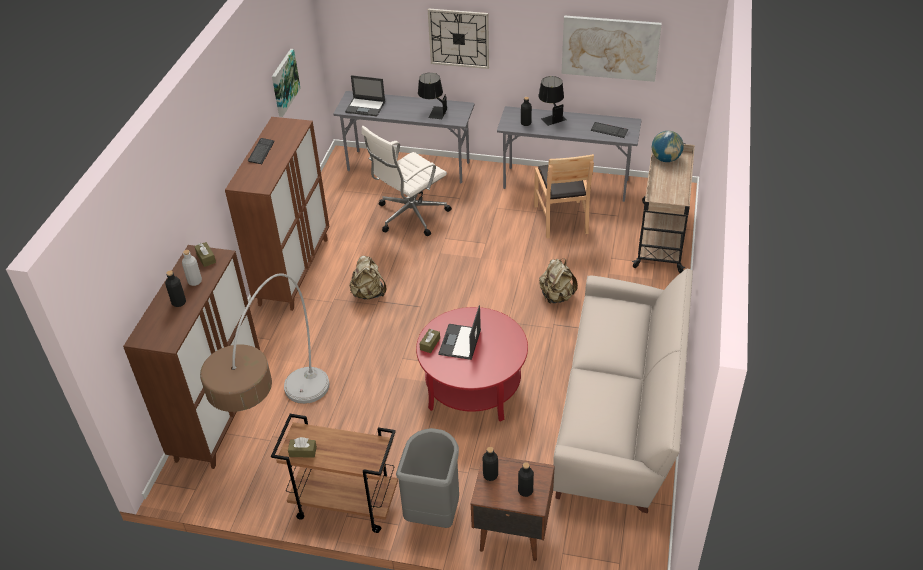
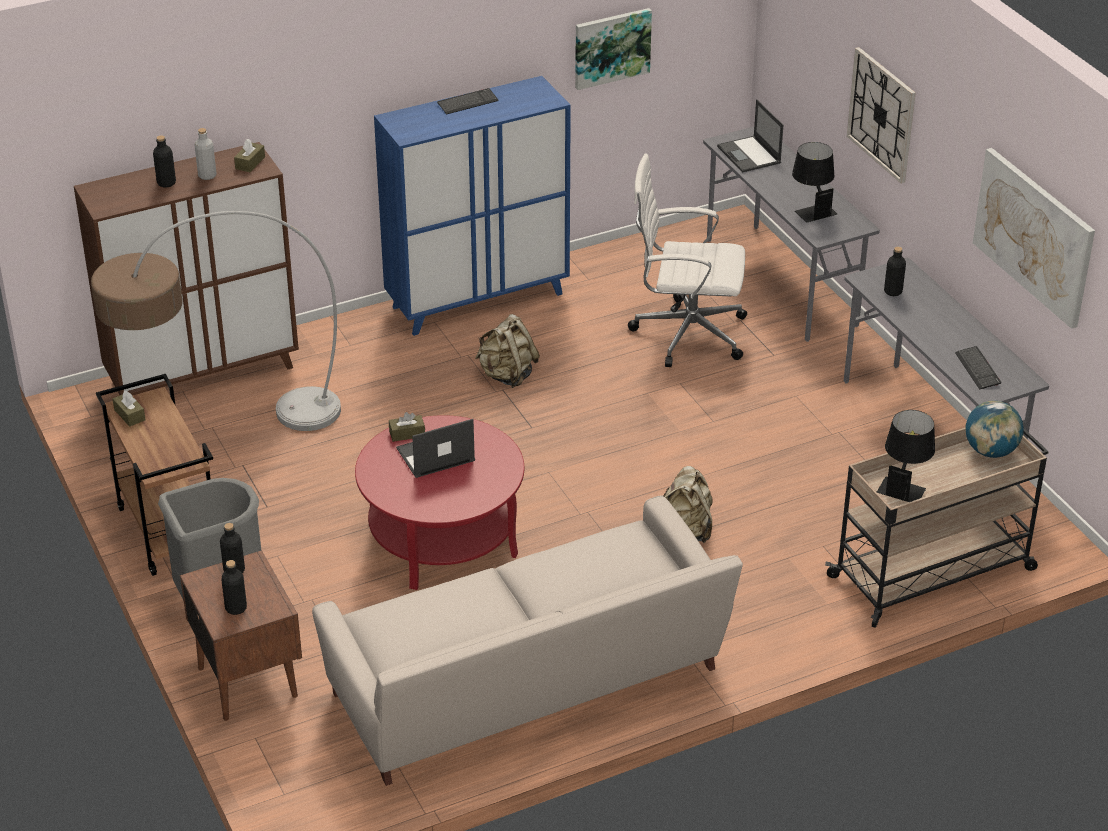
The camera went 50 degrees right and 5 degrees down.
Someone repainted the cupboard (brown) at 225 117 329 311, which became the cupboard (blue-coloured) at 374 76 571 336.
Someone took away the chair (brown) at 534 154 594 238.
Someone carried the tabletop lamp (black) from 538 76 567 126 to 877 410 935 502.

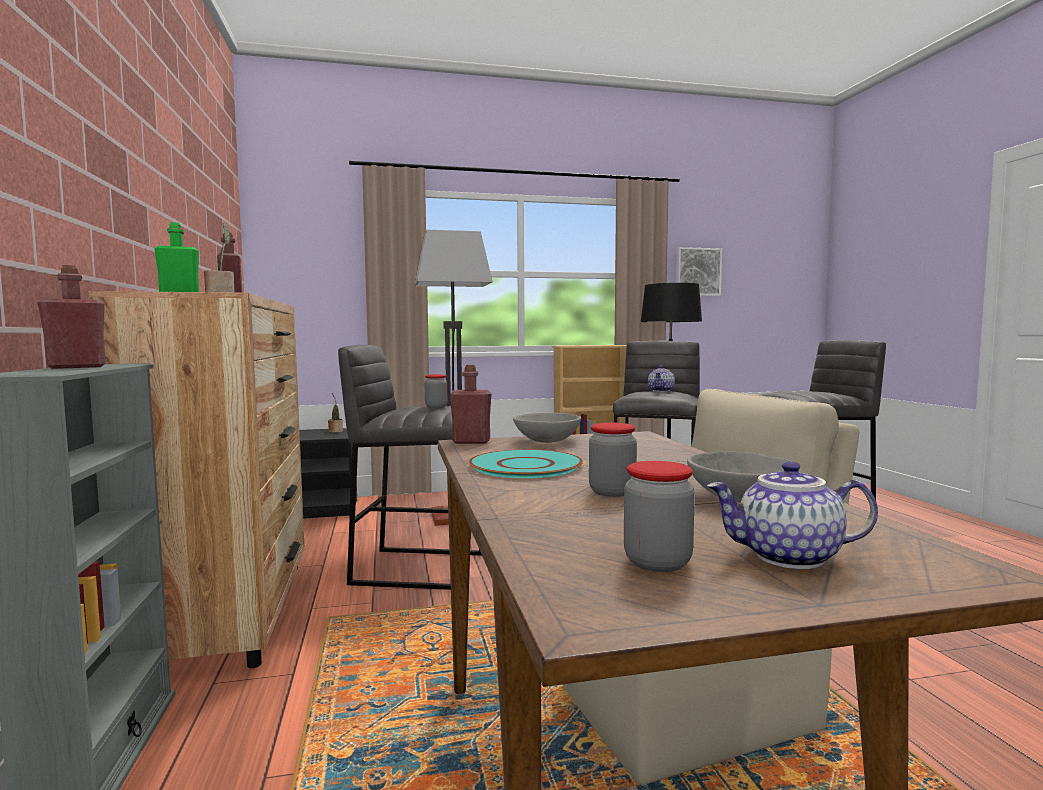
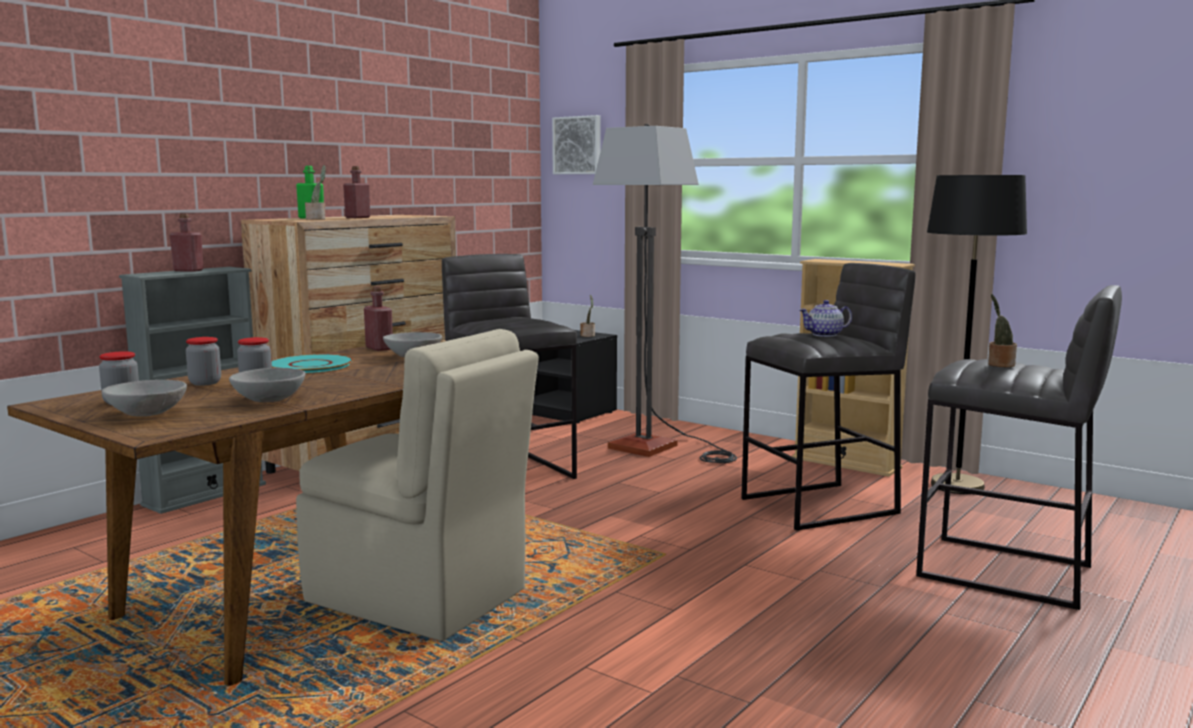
The camera went 50 degrees right and 5 degrees up.
Someone carried the jar from 425 374 447 408 to 186 337 221 386.
Someone carried the picture from 676 247 722 296 to 552 115 601 174.
Someone swapped the teapot at 706 461 878 569 for the bowl (greyish) at 102 380 187 417.
Someone put down the houseplant at 988 294 1017 367.

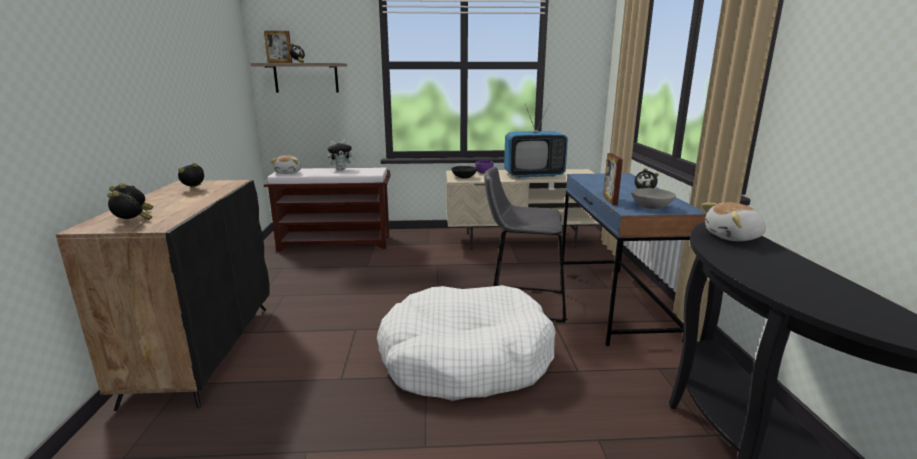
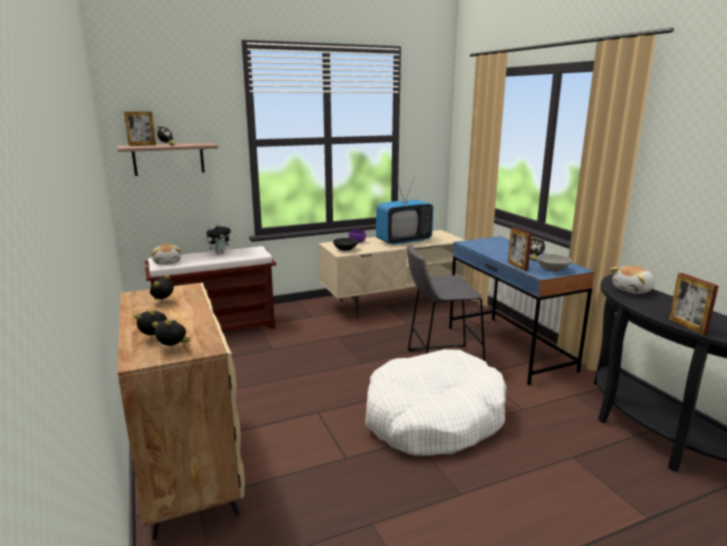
The camera went 20 degrees left and 0 degrees up.
Someone repainted the cupboard (black) at 56 180 269 411, which became the cupboard (beige-coloured) at 118 283 245 540.
Someone put down the standing frame at 669 273 719 335.

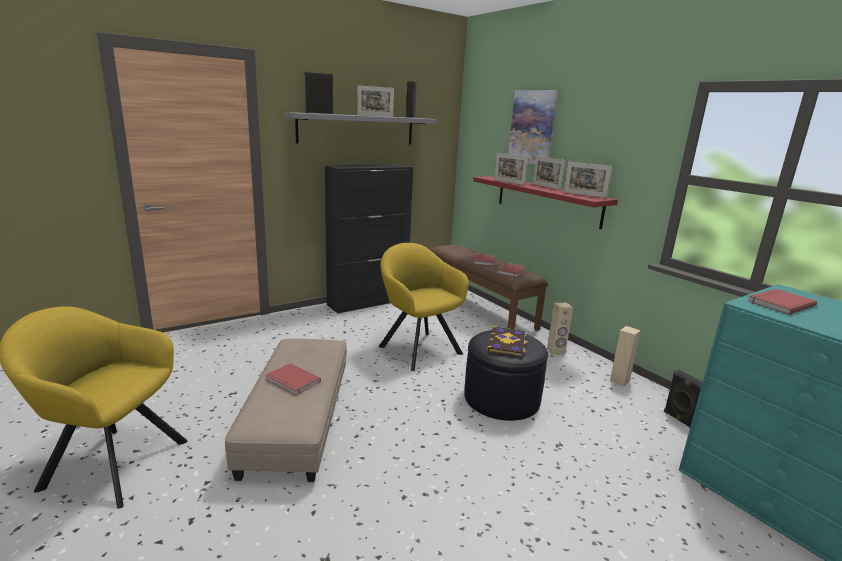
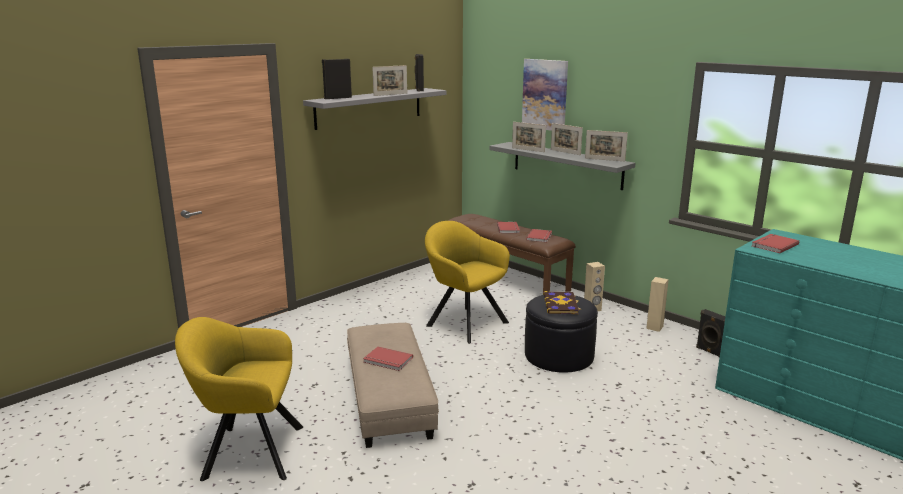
The camera went 10 degrees left and 0 degrees up.
Someone took away the cupboard (black) at 325 164 413 314.
Someone repainted the shelf (reddish) at 473 176 618 229, which became the shelf (greyish) at 489 142 635 190.

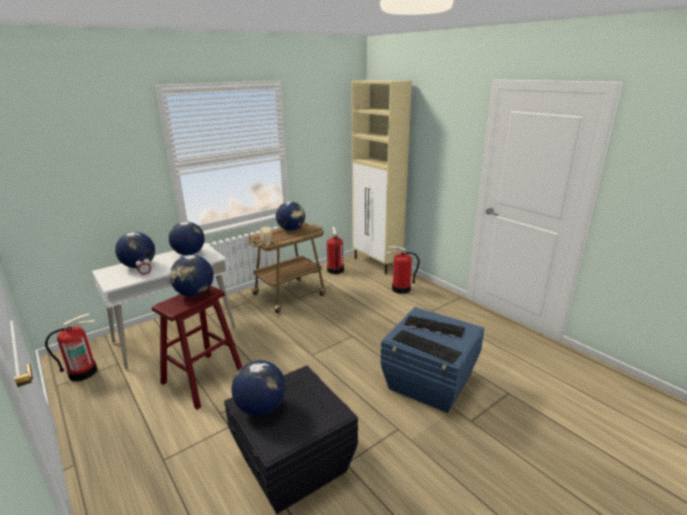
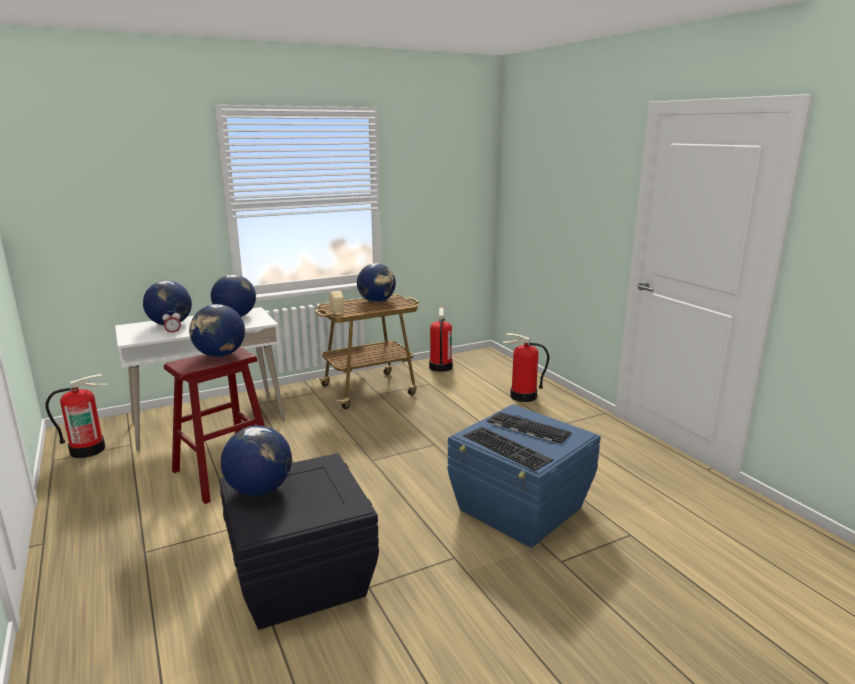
The camera went 10 degrees right and 5 degrees down.
Someone took away the cupboard (beige-coloured) at 351 80 412 274.

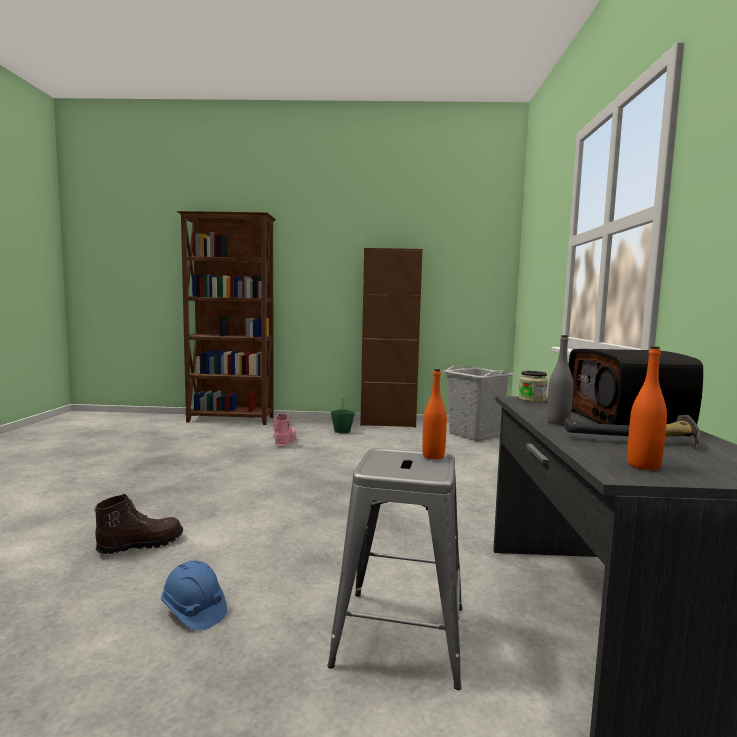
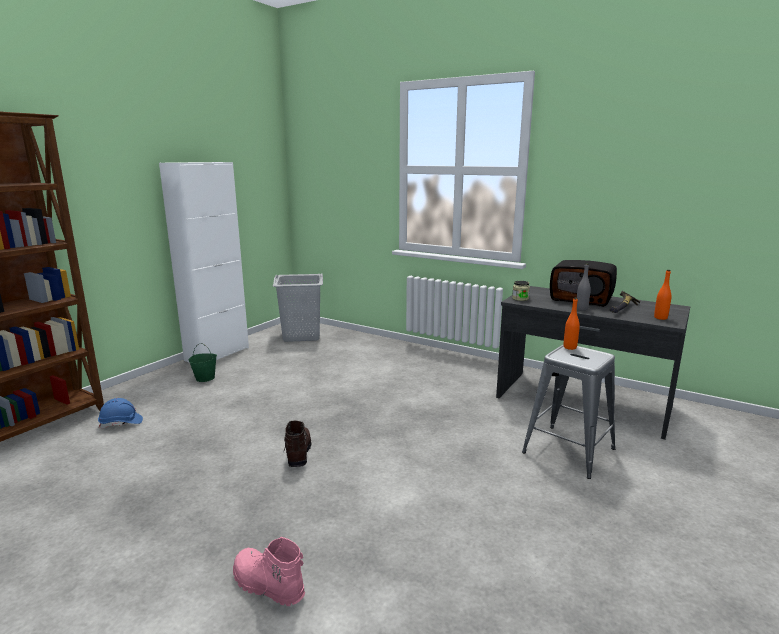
The camera went 60 degrees left and 10 degrees up.
Someone carried the boot (brown) from 94 494 183 554 to 283 421 311 467.
Someone carried the safety helmet (blue-coloured) from 161 561 227 631 to 98 398 143 428.
Someone carried the boot (pinkish) from 273 414 296 445 to 233 537 305 606.
Someone repainted the cupboard (brown) at 360 248 422 428, which became the cupboard (white-coloured) at 159 162 249 363.

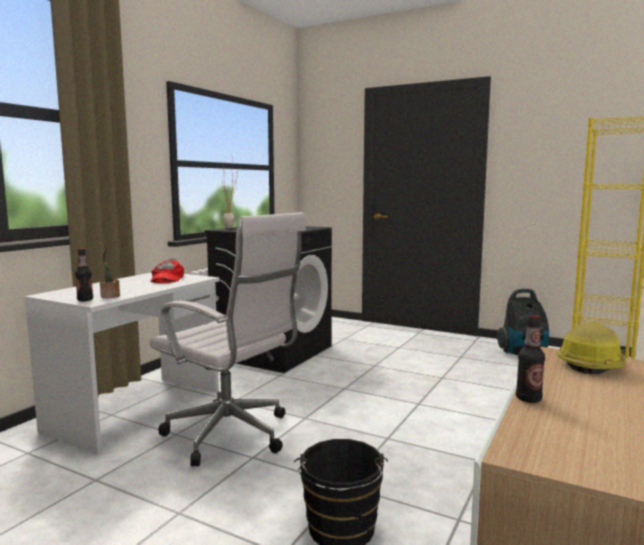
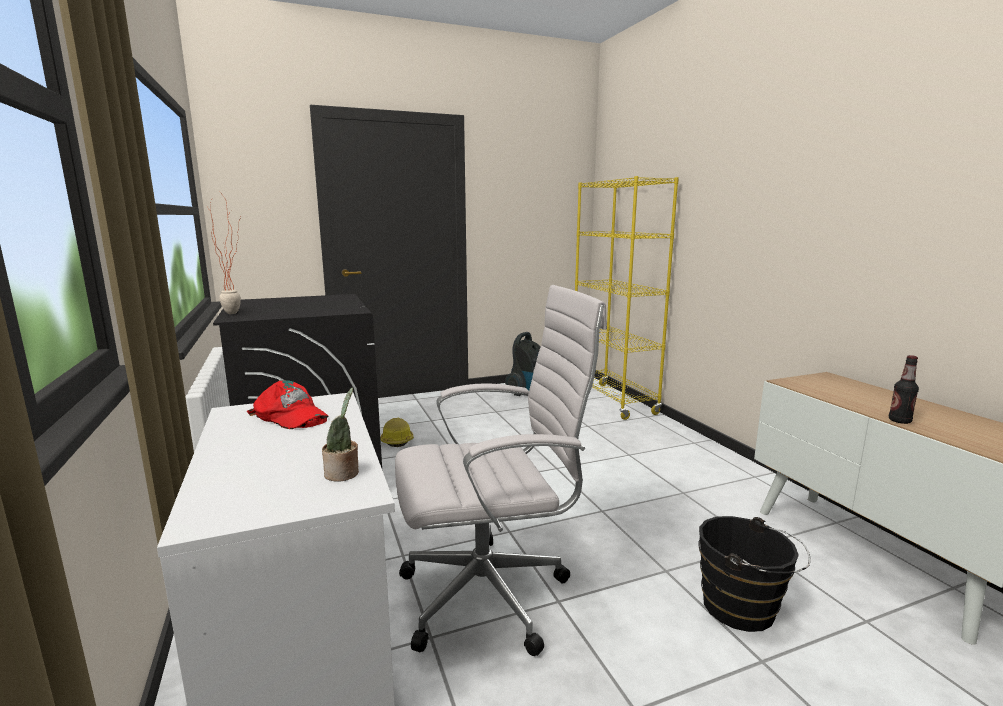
The camera went 50 degrees left and 5 degrees up.
Someone took away the beverage bottle at 75 248 93 301.
Someone carried the safety helmet from 557 322 626 374 to 381 418 414 447.

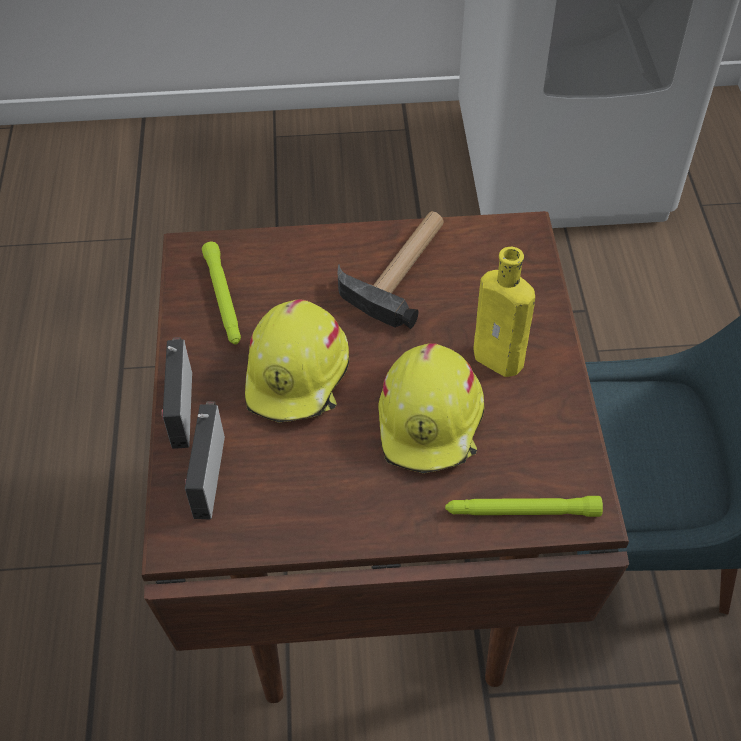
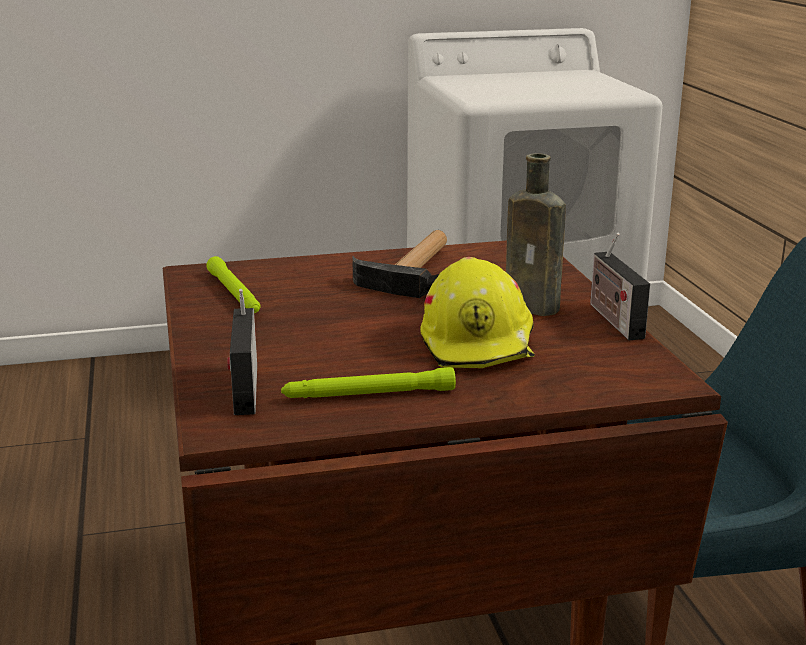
The camera went 10 degrees left and 30 degrees down.
Someone carried the radio receiver from 162 337 192 449 to 590 233 650 340.
Someone took away the safety helmet (yellowish) at 245 299 349 423.
Someone carried the hand torch (green) from 445 496 603 517 to 281 367 456 398.
Someone repainted the beverage bottle (yellowish) at 473 247 535 377, which became the beverage bottle (brown) at 506 153 566 316.

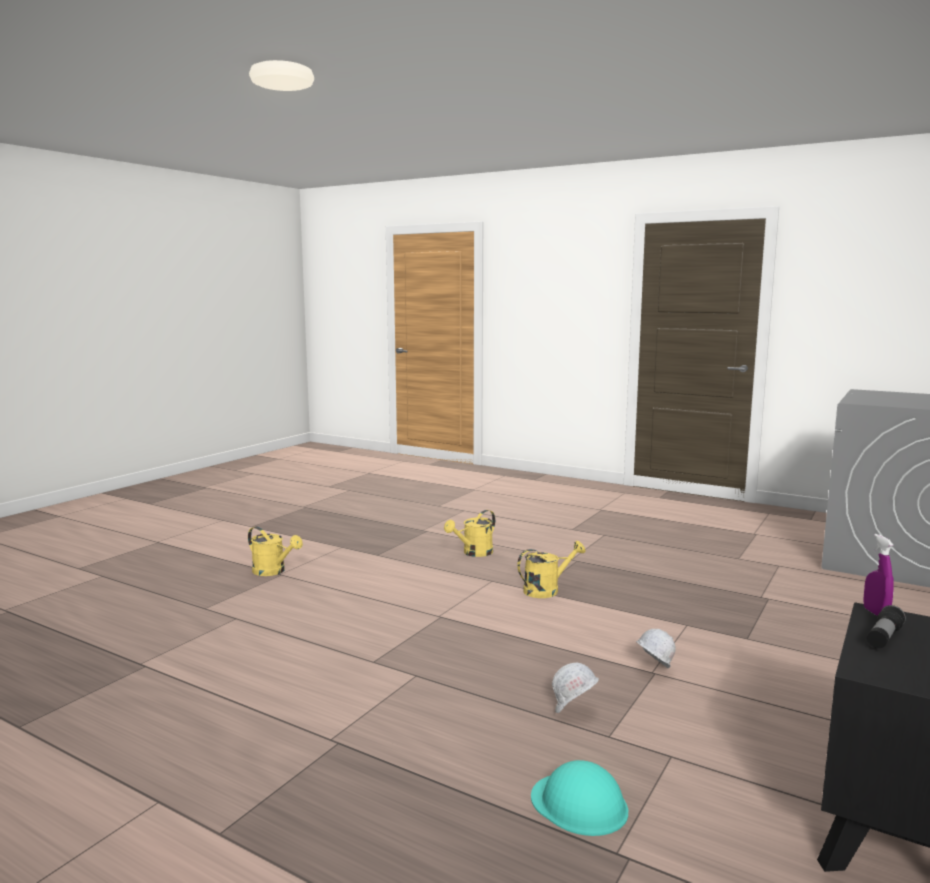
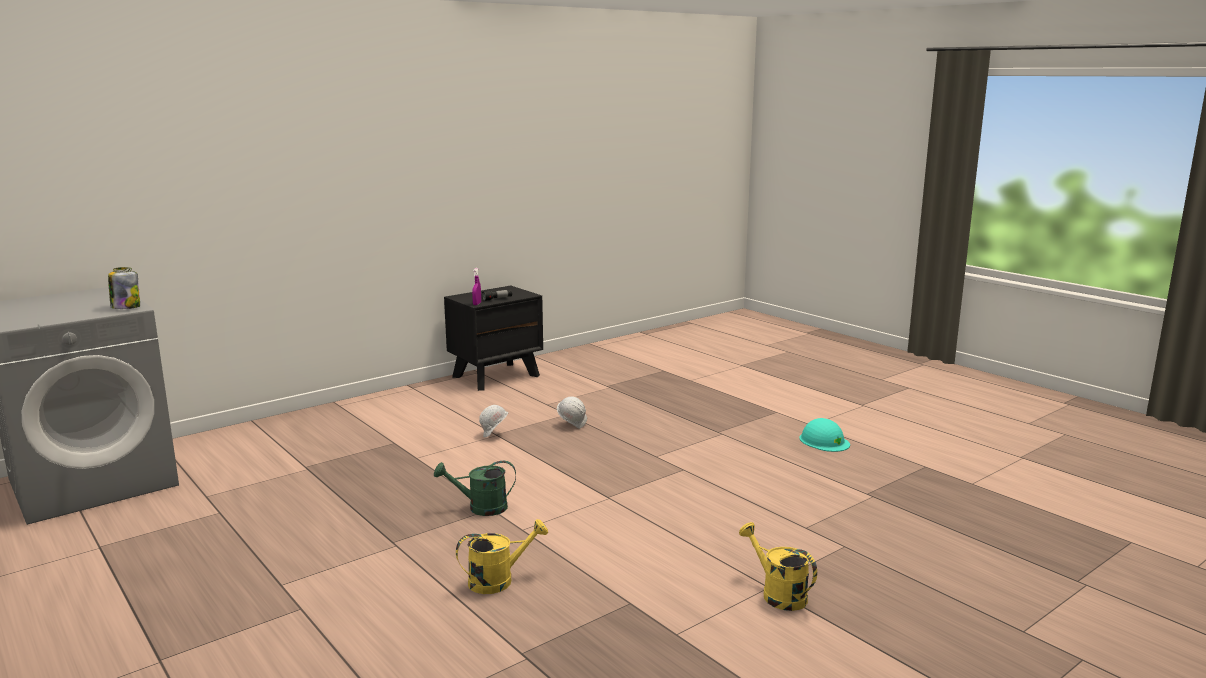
The camera went 160 degrees left and 5 degrees up.
Someone repainted the watering can (yellowish) at 517 541 586 598, which became the watering can (green) at 434 461 516 516.
Someone carried the safety helmet (blue-green) from 531 760 628 836 to 799 418 850 452.
Someone put down the jar at 108 267 140 309.

